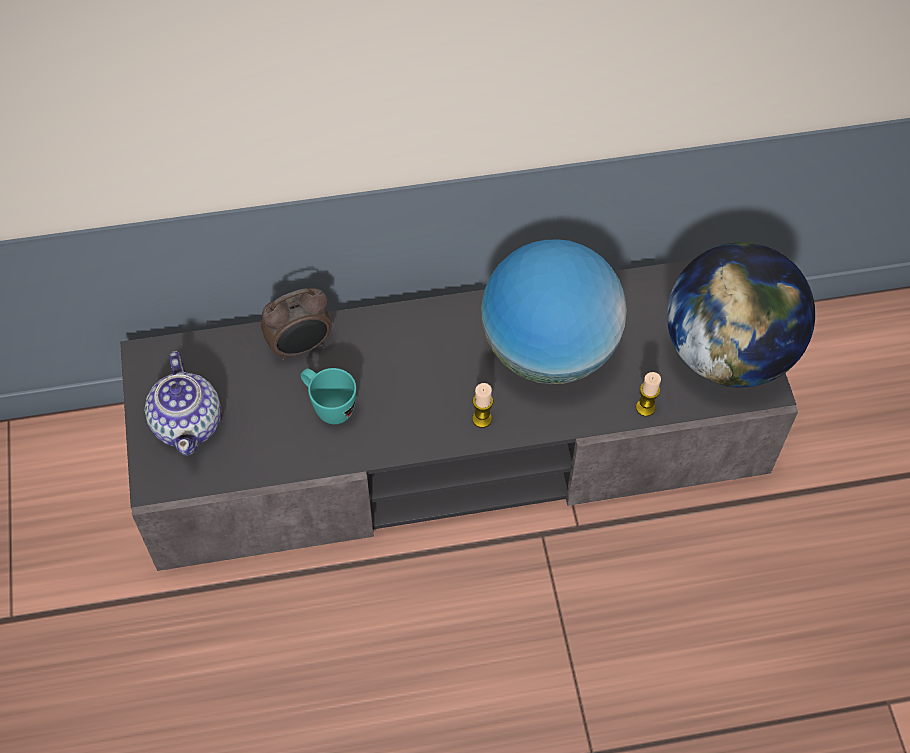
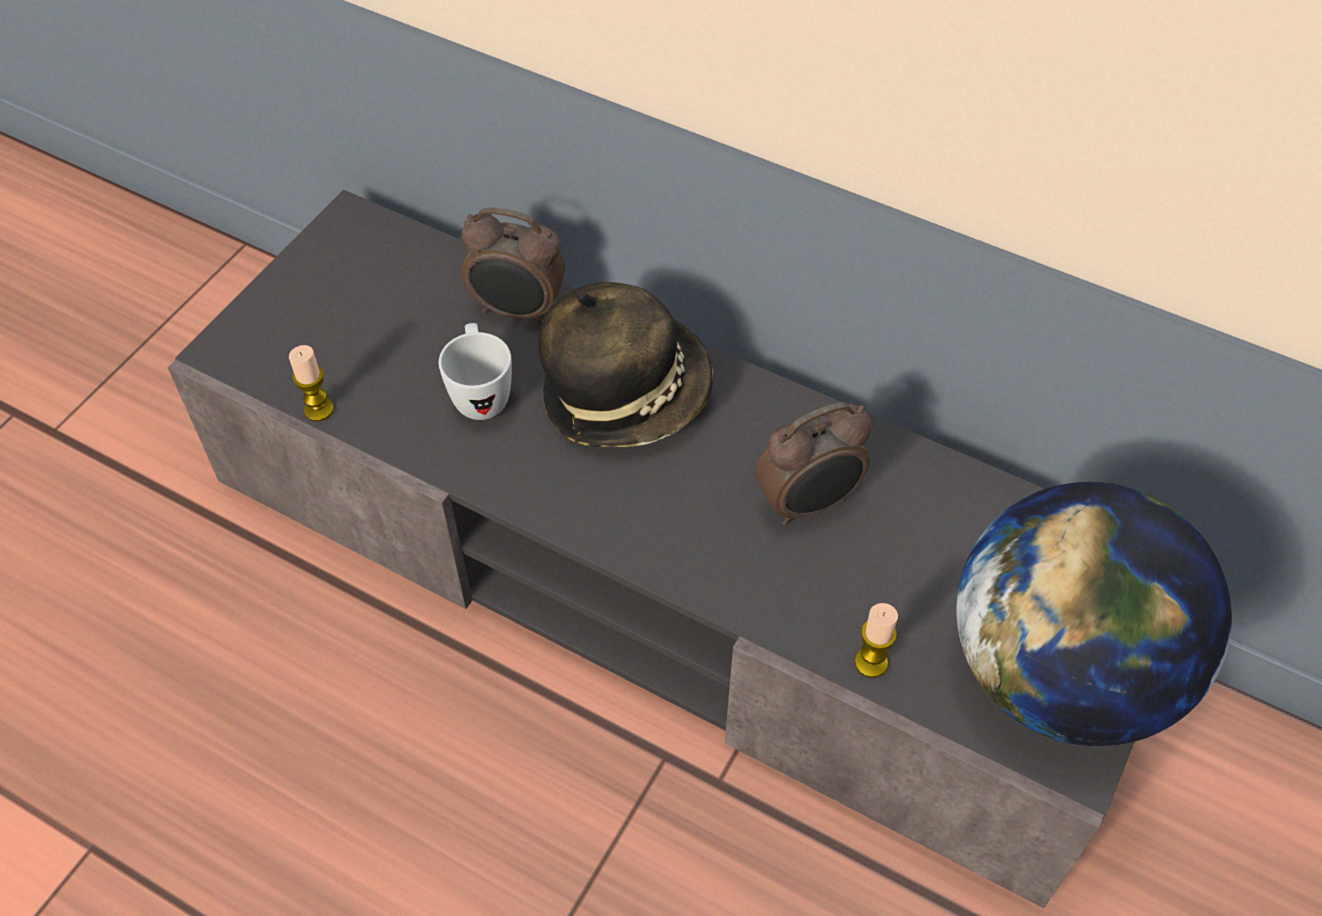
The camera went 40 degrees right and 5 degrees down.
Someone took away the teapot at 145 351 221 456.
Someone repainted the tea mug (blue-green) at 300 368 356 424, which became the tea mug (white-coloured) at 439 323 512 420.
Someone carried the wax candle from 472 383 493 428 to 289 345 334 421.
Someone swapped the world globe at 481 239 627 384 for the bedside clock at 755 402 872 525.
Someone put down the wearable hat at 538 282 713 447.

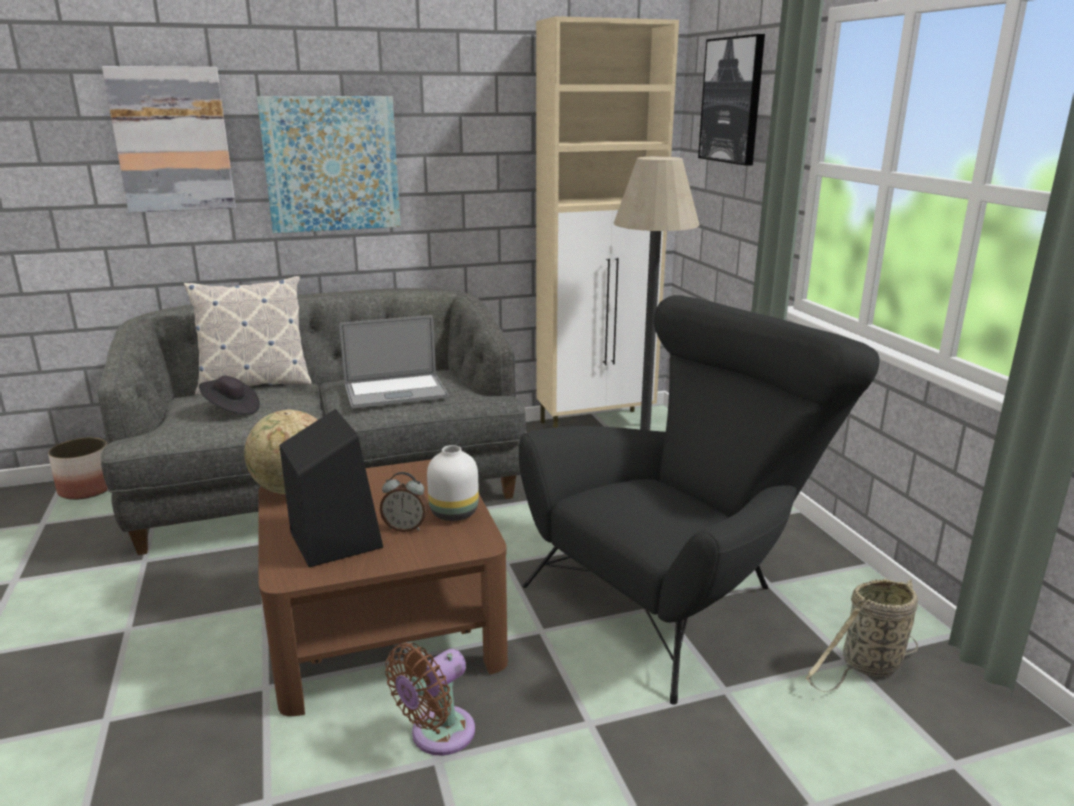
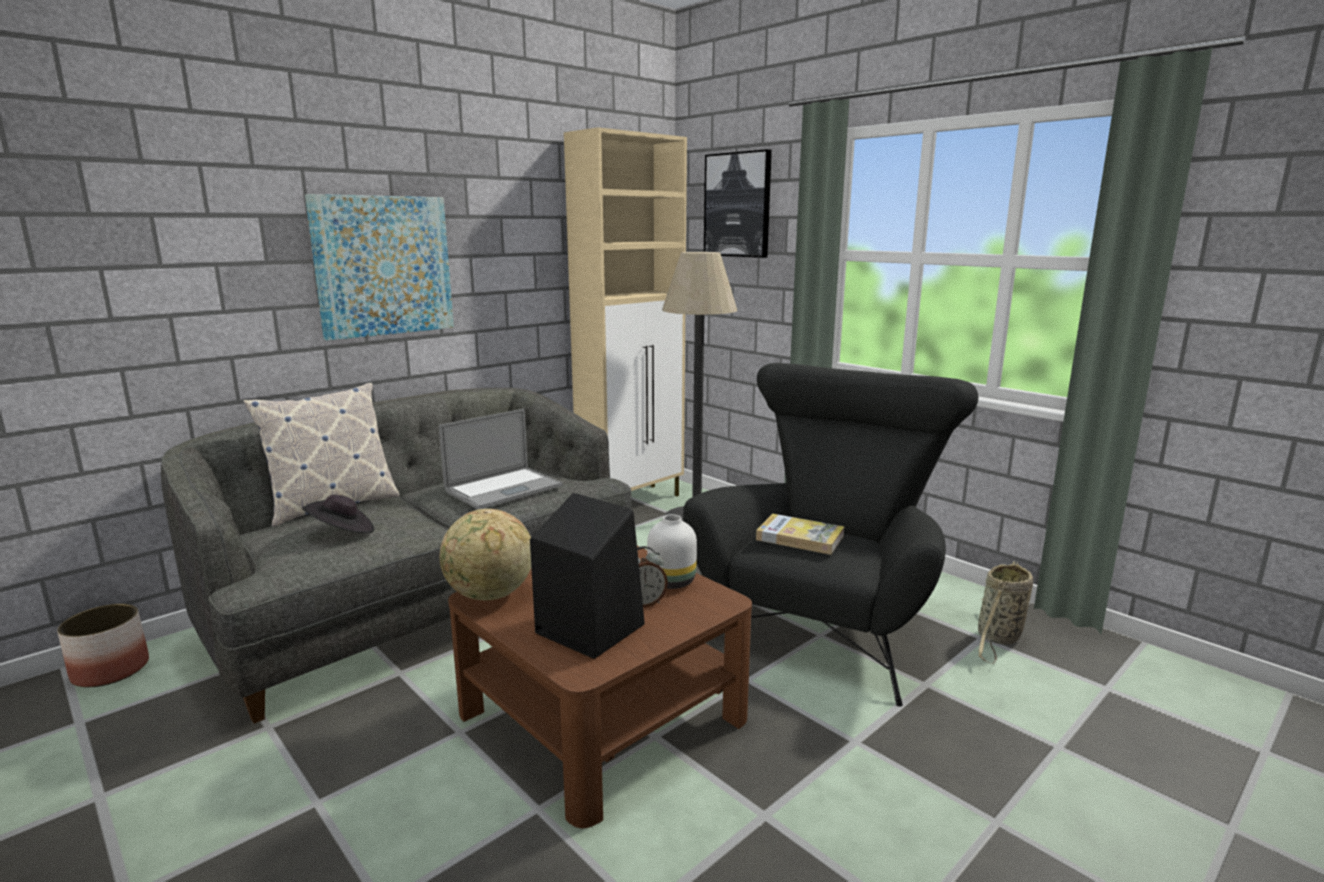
The camera went 25 degrees left and 5 degrees down.
Someone took away the picture at 102 66 236 213.
Someone took away the fan (brown) at 385 643 475 755.
Someone put down the bound book at 756 514 845 555.

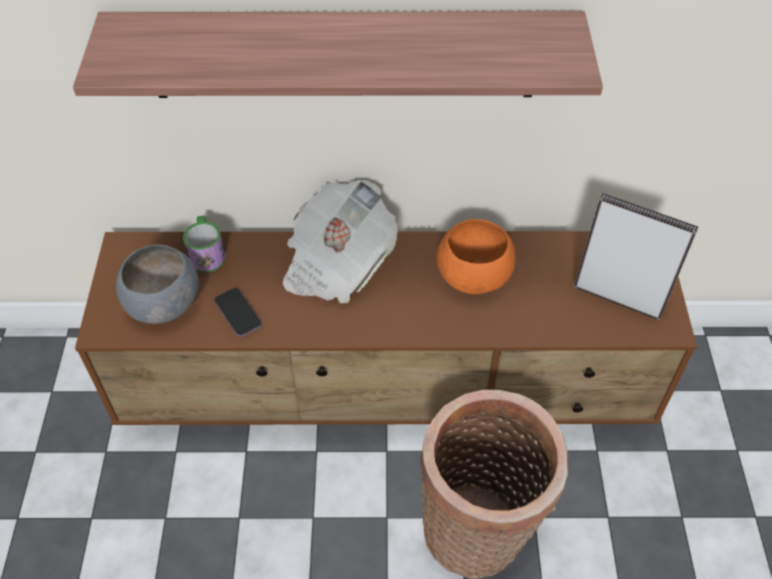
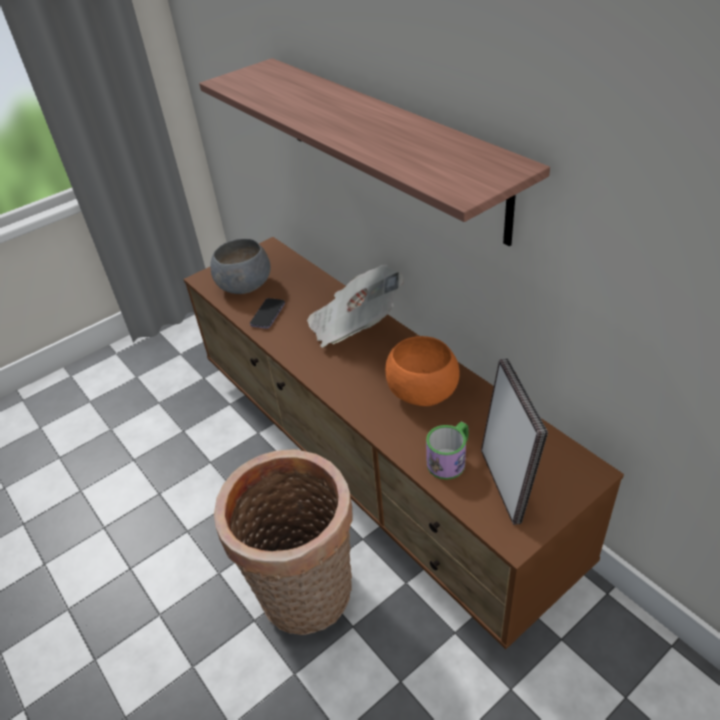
The camera went 55 degrees right and 10 degrees down.
Someone carried the tea mug from 183 216 225 273 to 426 422 469 480.

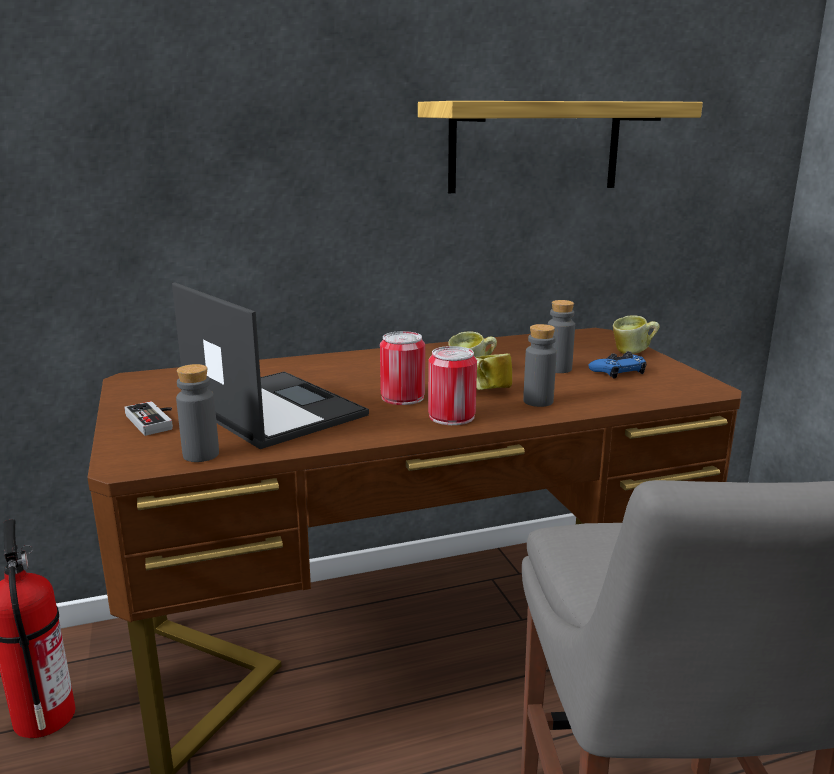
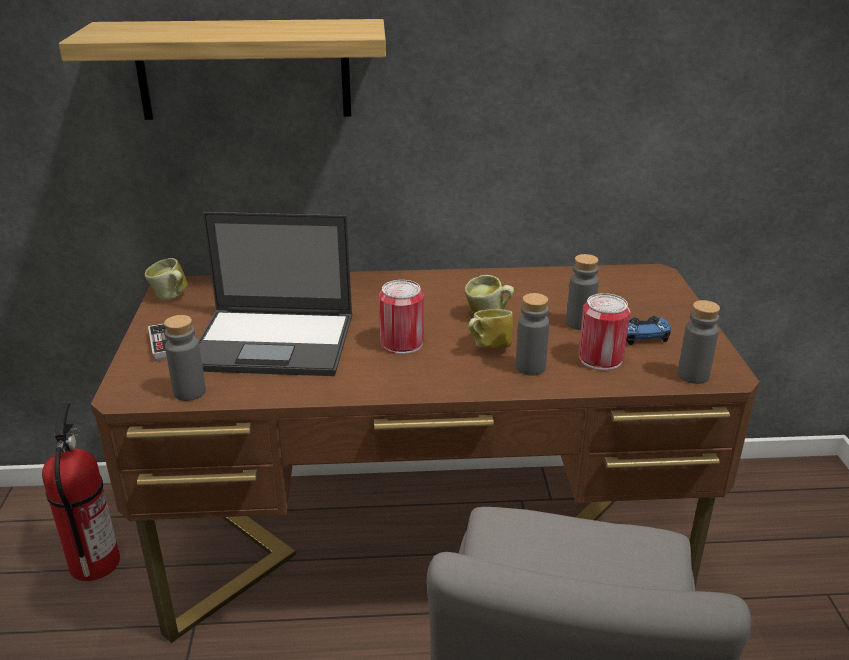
The camera went 15 degrees right and 10 degrees up.
Someone rotated the portable computer at 172 282 369 449 by 120 degrees clockwise.
Someone carried the shelf from 418 101 703 193 to 59 19 386 120.
Someone carried the can from 428 346 477 425 to 578 293 630 370.
Someone carried the tea mug from 613 315 659 354 to 145 258 188 300.
Someone put down the beverage bottle (greyish) at 678 300 720 384.

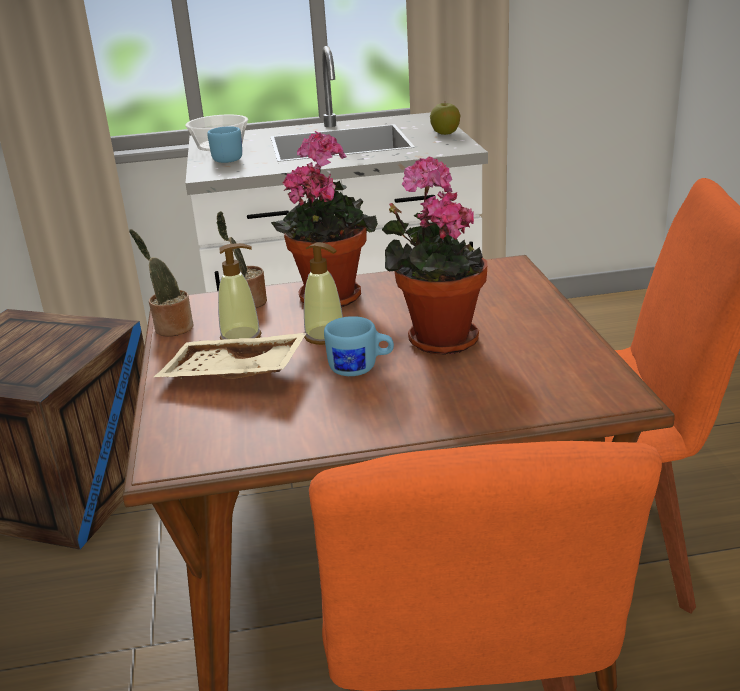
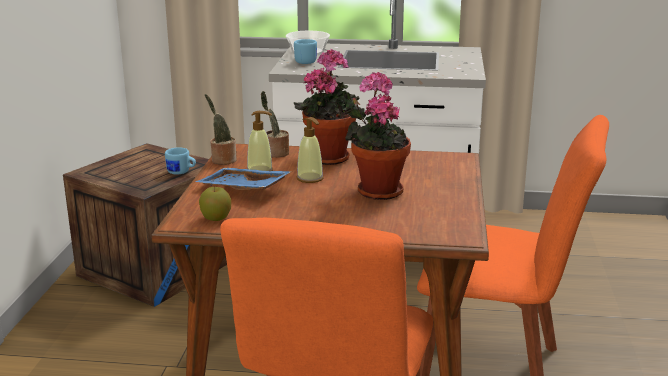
The camera went 15 degrees right and 5 degrees down.
Someone repainted the serving tray (beige-coloured) at 154 333 307 379, which became the serving tray (blue-coloured) at 195 168 293 190.
Someone carried the tea mug (blue-coloured) from 324 316 394 376 to 165 147 196 174.
Someone carried the apple from 430 103 460 135 to 199 186 231 221.

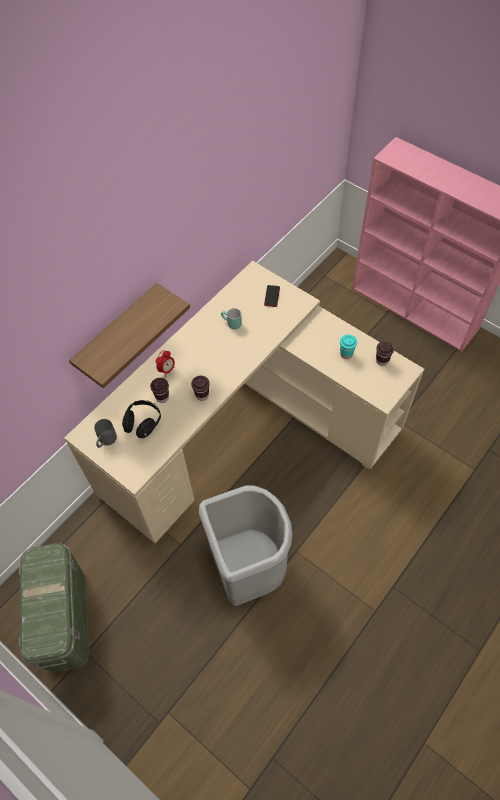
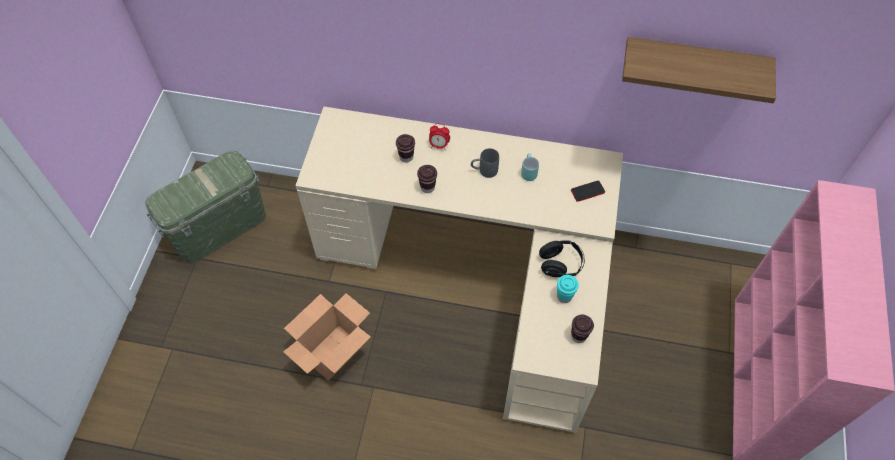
The camera went 60 degrees right and 0 degrees up.
Someone carried the shelf from 69 283 190 388 to 622 37 776 103.
Someone carried the tea mug (greyish) from 94 419 117 448 to 471 148 499 178.
Someone carried the headphones (black) from 122 400 161 438 to 539 240 585 277.
Someone swapped the trash can (greyish) at 199 486 292 606 for the cardboard box at 283 293 370 381.

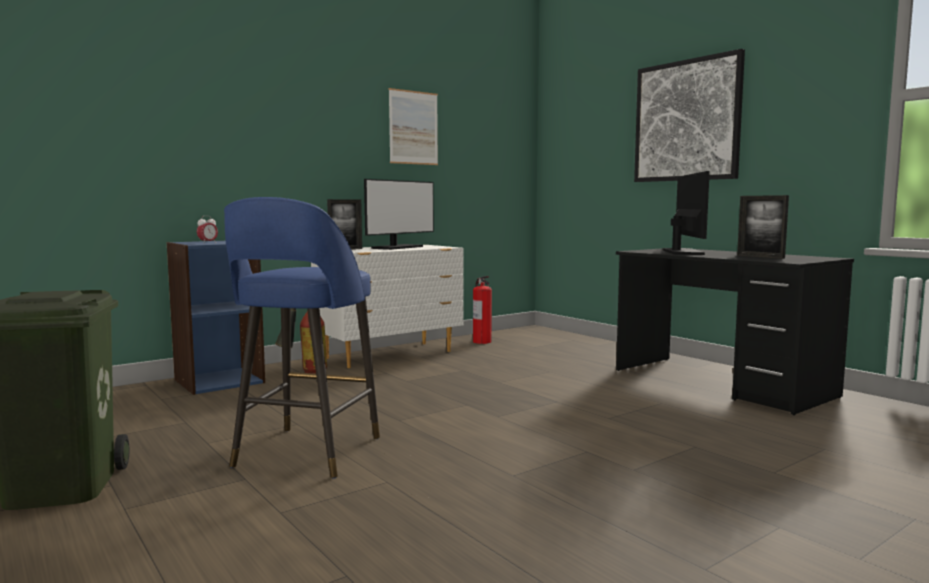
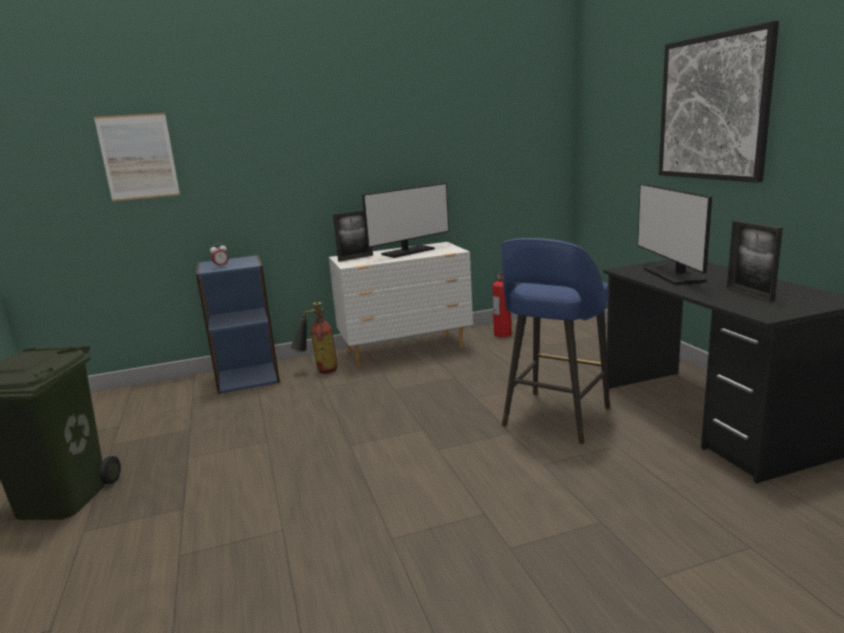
The camera went 20 degrees right and 10 degrees up.
Someone carried the stool seat (blue-coloured) from 224 197 380 479 to 501 238 610 444.
Someone carried the picture from 389 88 438 165 to 94 113 180 201.
Someone rotated the monitor at 663 171 710 255 by 150 degrees clockwise.

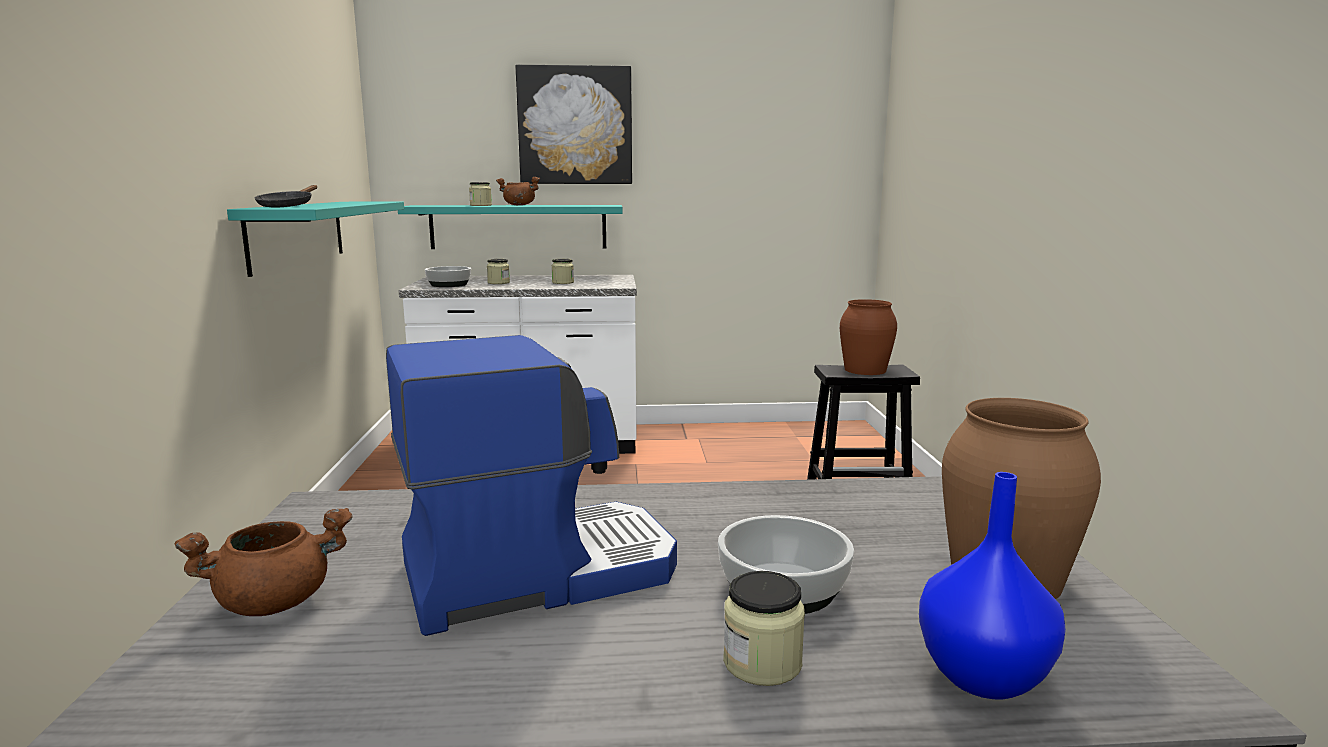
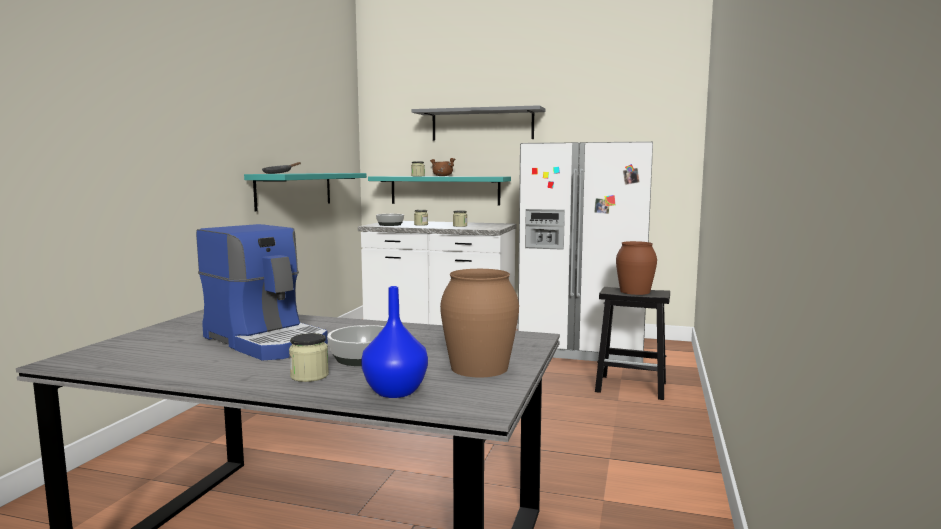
The camera went 20 degrees right and 5 degrees down.
Someone took away the stockpot (brown) at 174 508 352 616.
Someone rotated the coffee brewer at 386 335 677 636 by 45 degrees clockwise.
Someone swapped the picture at 515 65 632 184 for the shelf (greyish) at 412 105 546 141.
Someone put down the refrigerator (white-coloured) at 518 141 653 362.

